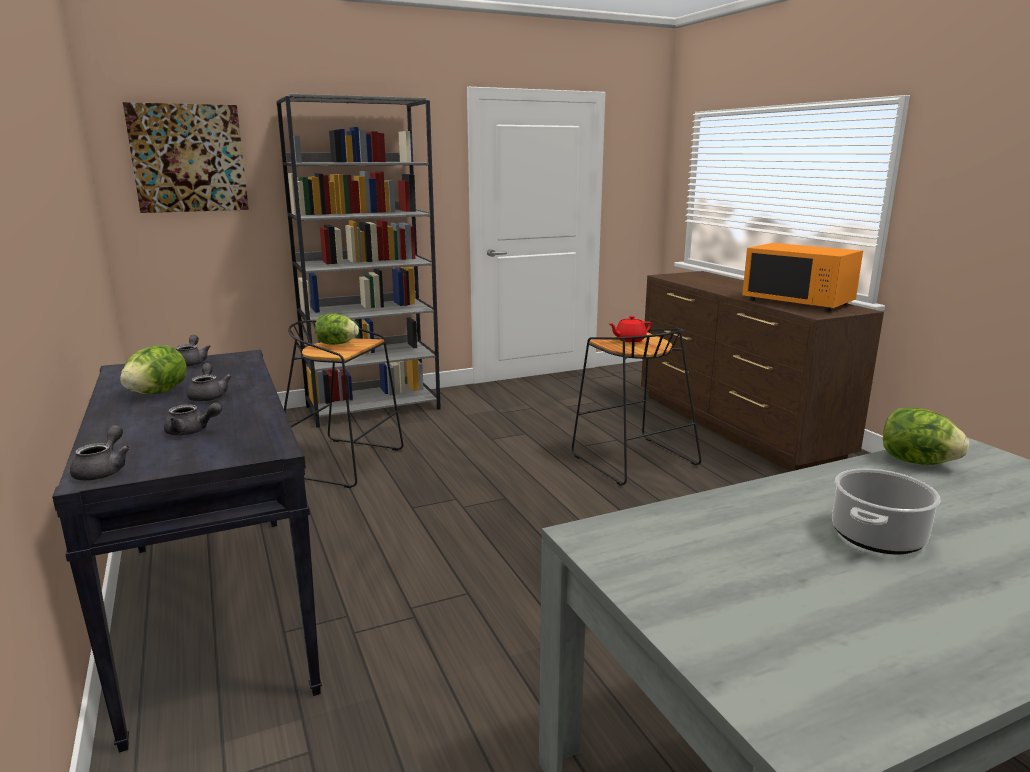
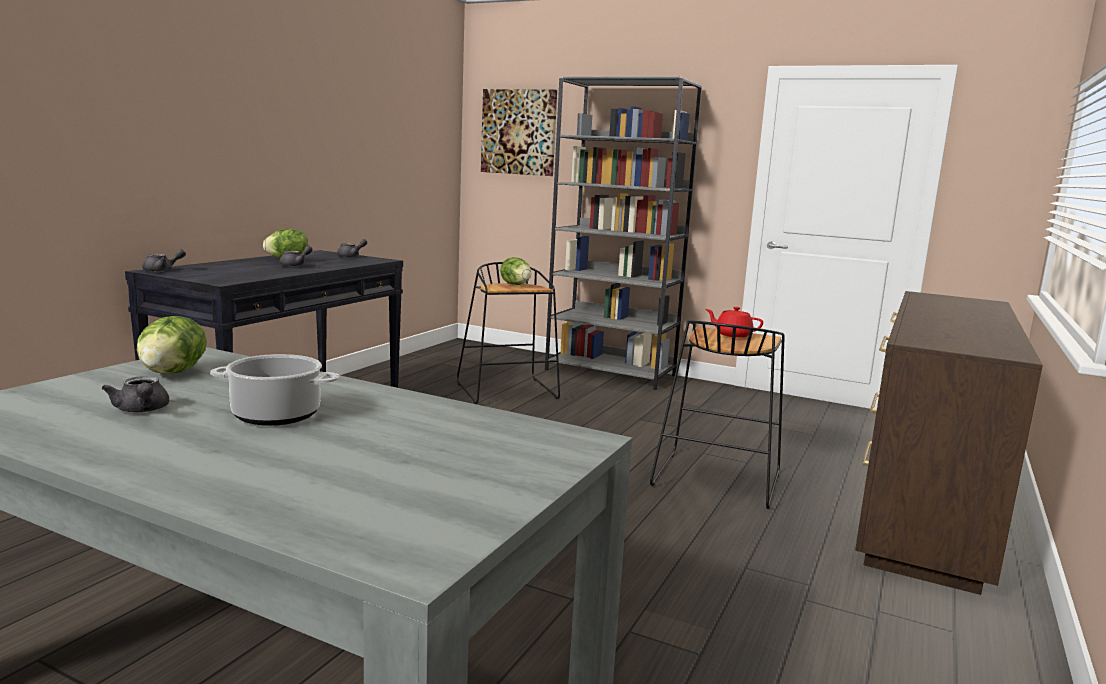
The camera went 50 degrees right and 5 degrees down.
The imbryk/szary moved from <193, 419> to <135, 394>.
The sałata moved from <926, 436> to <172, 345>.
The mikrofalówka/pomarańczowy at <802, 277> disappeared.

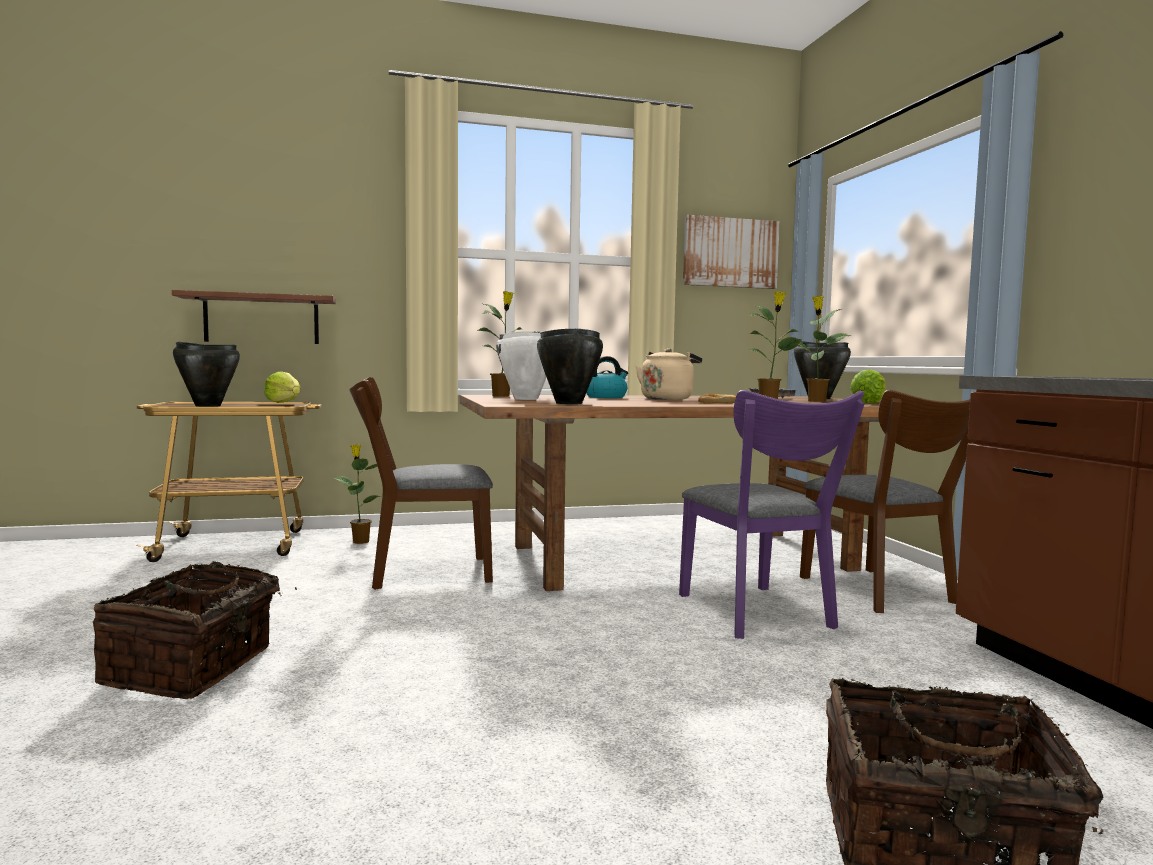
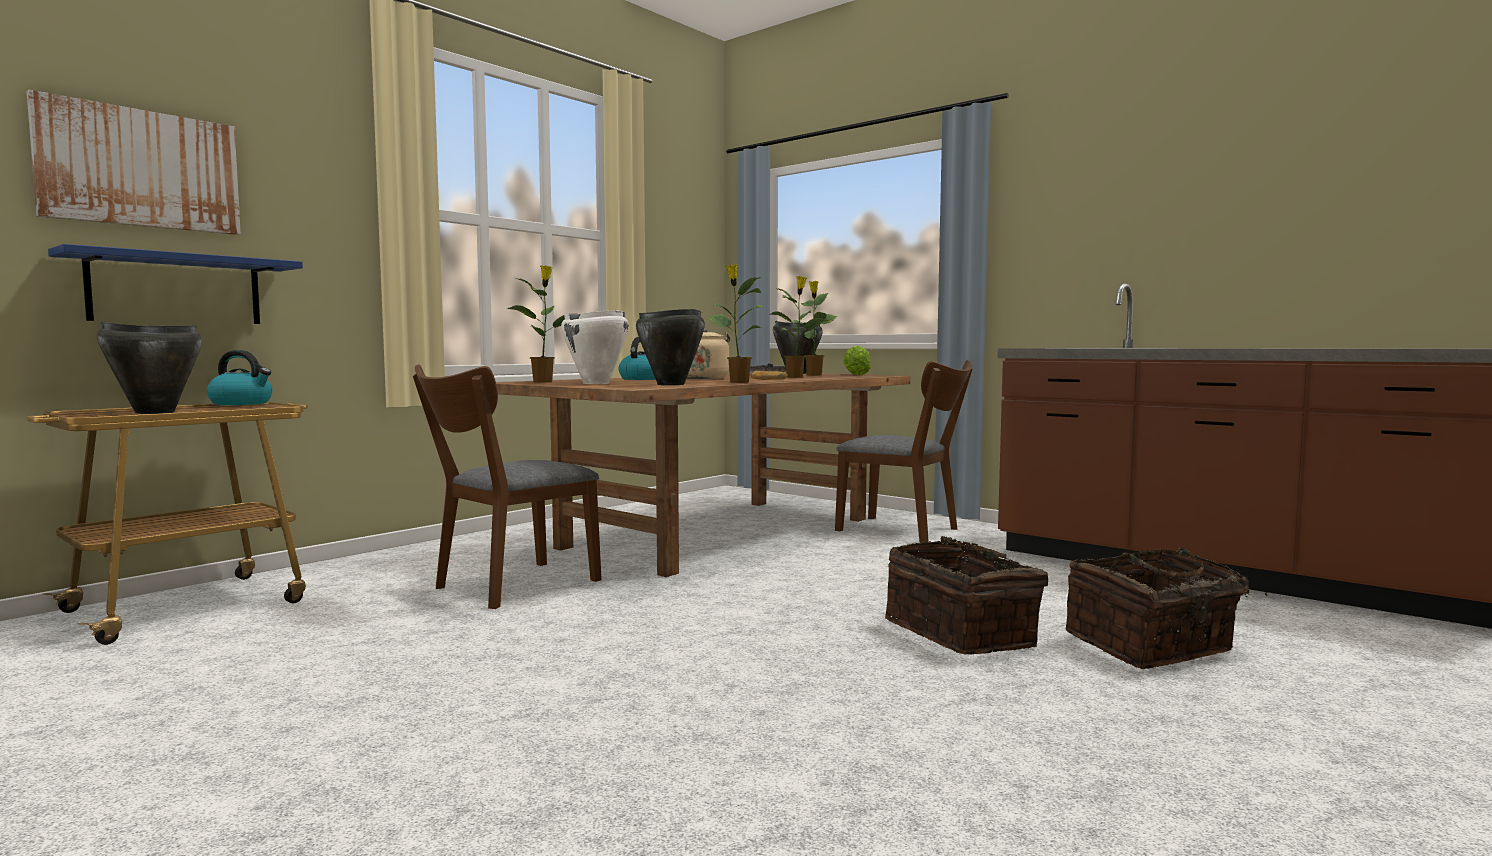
The camera went 35 degrees left and 0 degrees up.
The obraz moved from <731, 252> to <134, 162>.
The półka/brązowy at <254, 317> became the półka/niebieski at <175, 284>.
The sałata at <282, 387> was replaced by the czajnik at <239, 377>.
The roślina doniczkowa moved from <357, 494> to <735, 323>.
The koszyk moved from <195, 630> to <966, 595>.
The krzesło/fioletowy at <772, 514> disappeared.

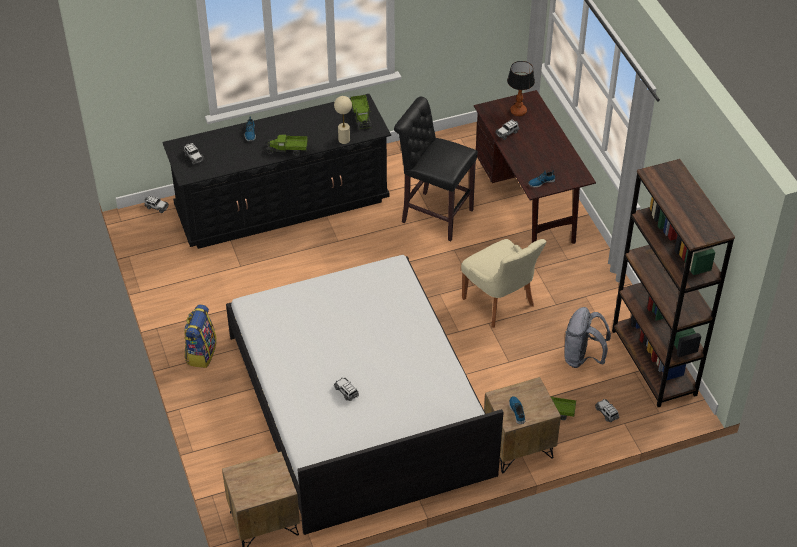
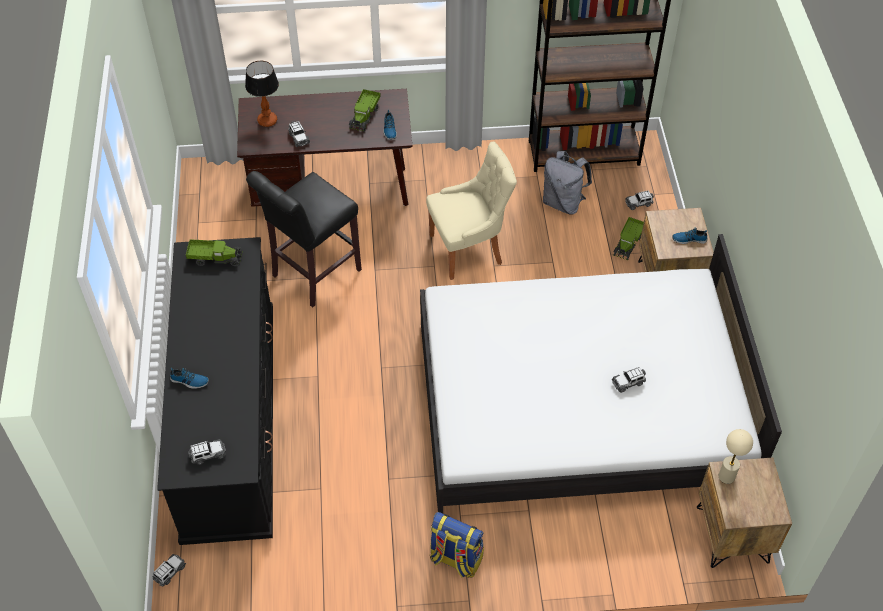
The camera went 75 degrees left and 5 degrees up.
The ciężarówka zabawkowa moved from <287, 145> to <365, 110>.
The lampa stołowa/beżowy moved from <343, 120> to <735, 456>.

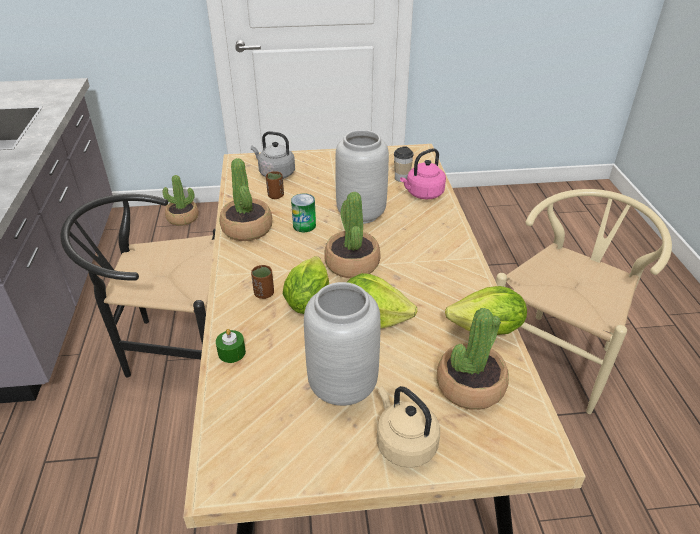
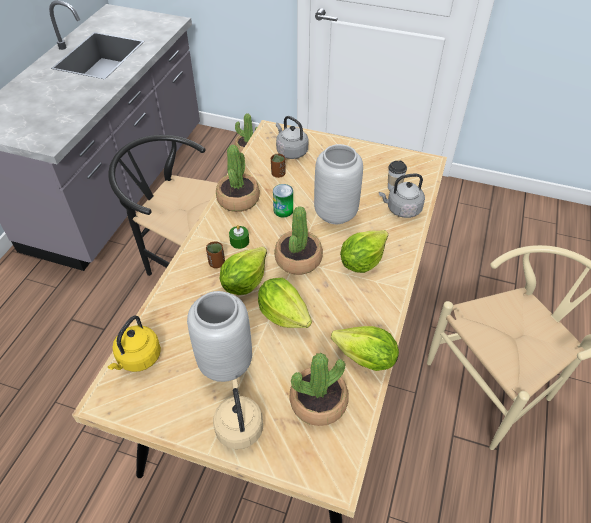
The camera went 25 degrees right and 10 degrees up.
The czajnik/żółty at <134, 344> appeared.
The świeca/zielony moved from <231, 346> to <239, 237>.
The sałata at <364, 251> appeared.
The czajnik/różowy at <423, 174> became the czajnik/szary at <402, 196>.

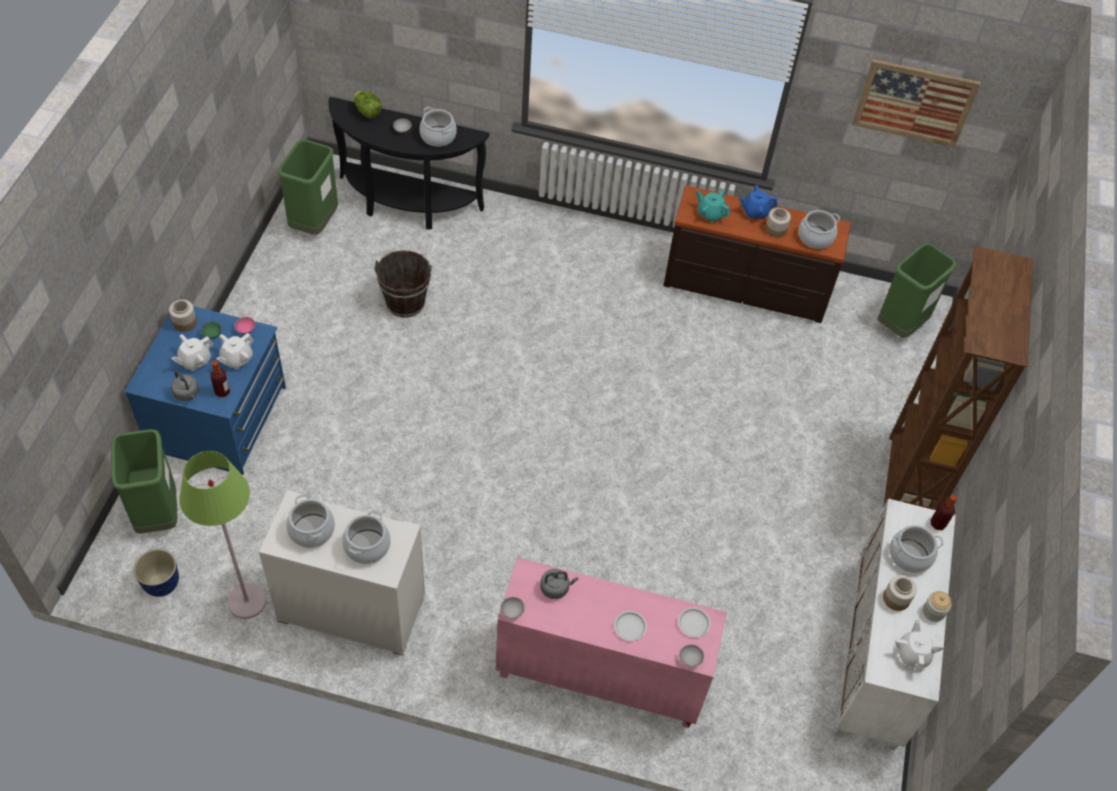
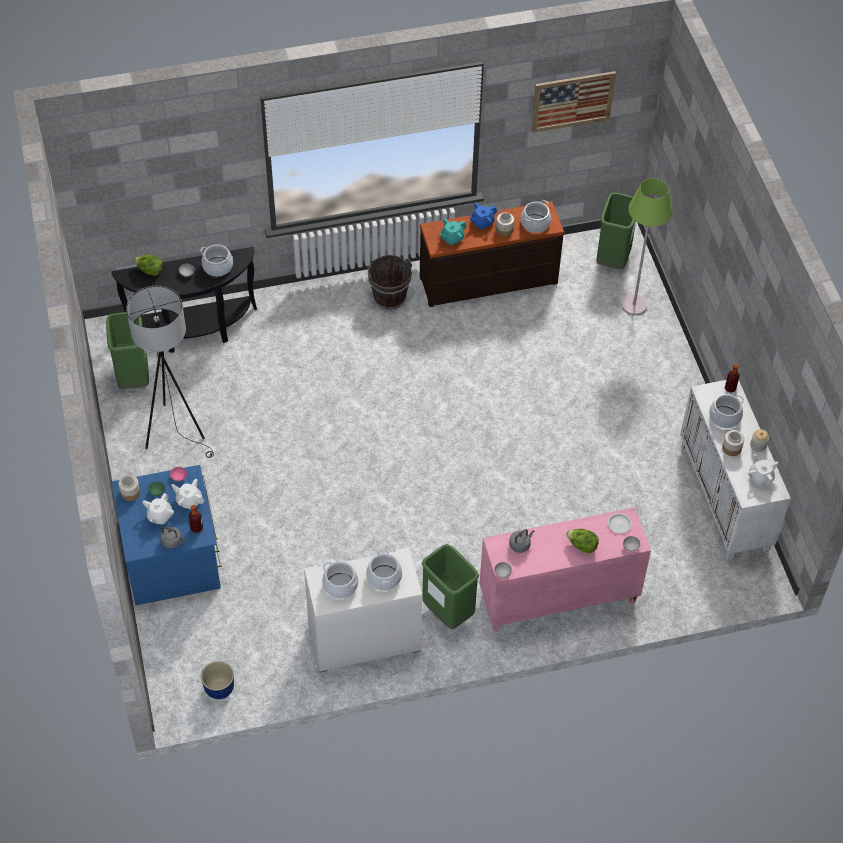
The camera went 25 degrees left and 0 degrees up.
The lampa stojąca/szary at <170, 372> appeared.
The imbryk/biały at <235, 351> turned 105 degrees clockwise.
The wiadro/brązowy moved from <403, 284> to <390, 282>.
The kosz na śmieci/zielony moved from <144, 481> to <450, 586>.
The imbryk/turkusowy at <713, 206> turned 45 degrees counterclockwise.
The talerz/biały at <630, 626> was replaced by the sałata at <582, 541>.
The lampa stojąca/zielony moved from <222, 535> to <647, 246>.
The regał/brązowy at <958, 378> disappeared.

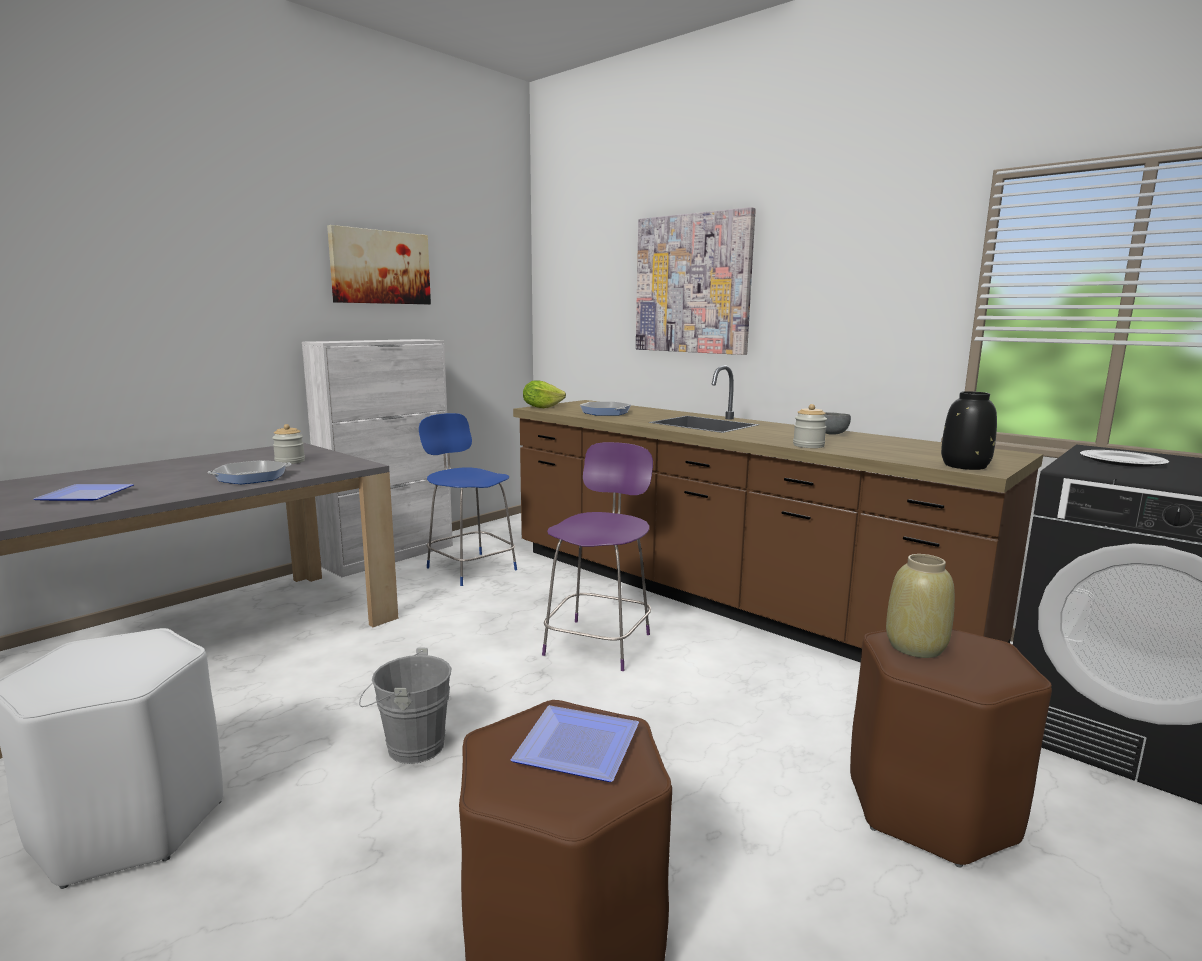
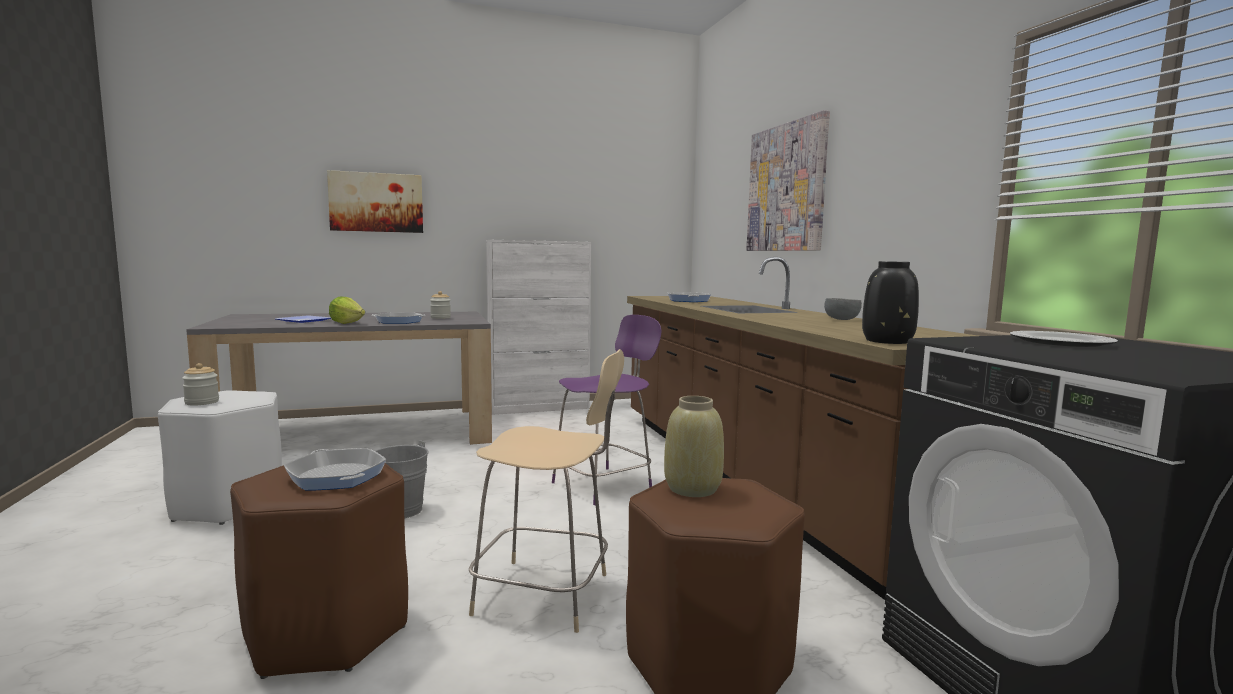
The camera went 30 degrees right and 5 degrees down.
The słoik moved from <810, 426> to <200, 384>.
The talerz at <575, 743> was replaced by the patelnia at <335, 469>.
The obraz moved from <379, 264> to <375, 201>.
The sałata moved from <544, 394> to <347, 310>.
The krzesło/beżowy at <546, 491> appeared.
The krzesło/niebieski at <468, 499> disappeared.

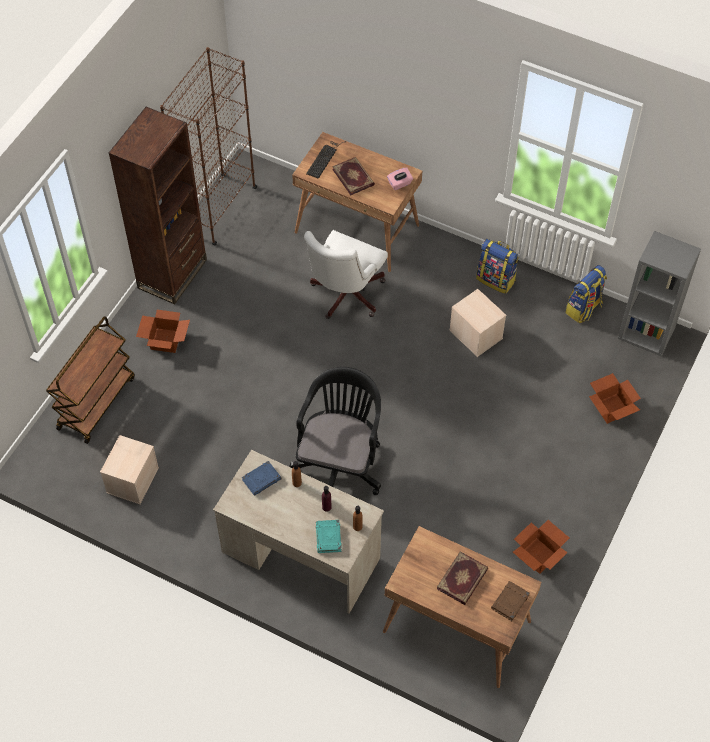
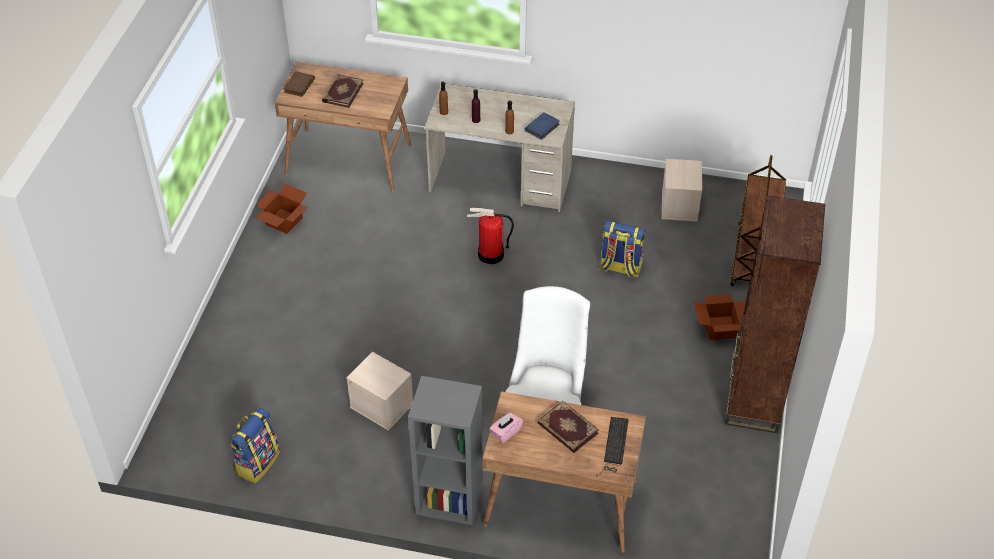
The camera went 165 degrees right and 10 degrees down.
The regał/szary moved from <659, 293> to <445, 450>.
The krzesło biurowe/czarny at <335, 431> was replaced by the gaśnica at <490, 236>.
The plecak moved from <497, 266> to <623, 249>.
The regał/brązowy at <208, 146> disappeared.
The książka/turkusowy at <329, 536> disappeared.
The karton at <615, 398> disappeared.

